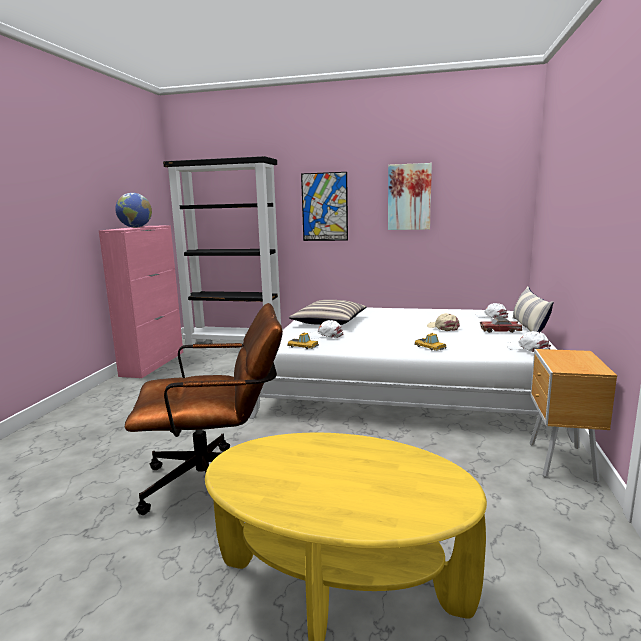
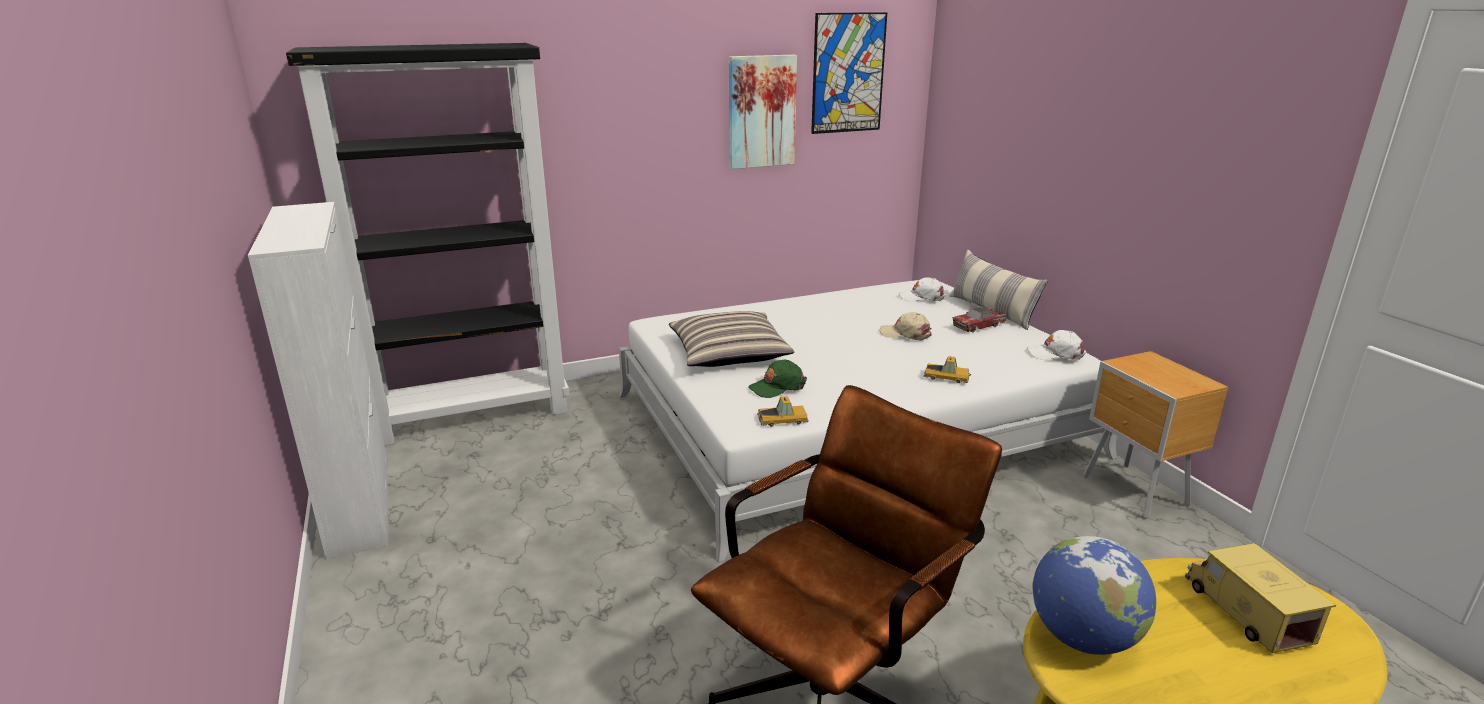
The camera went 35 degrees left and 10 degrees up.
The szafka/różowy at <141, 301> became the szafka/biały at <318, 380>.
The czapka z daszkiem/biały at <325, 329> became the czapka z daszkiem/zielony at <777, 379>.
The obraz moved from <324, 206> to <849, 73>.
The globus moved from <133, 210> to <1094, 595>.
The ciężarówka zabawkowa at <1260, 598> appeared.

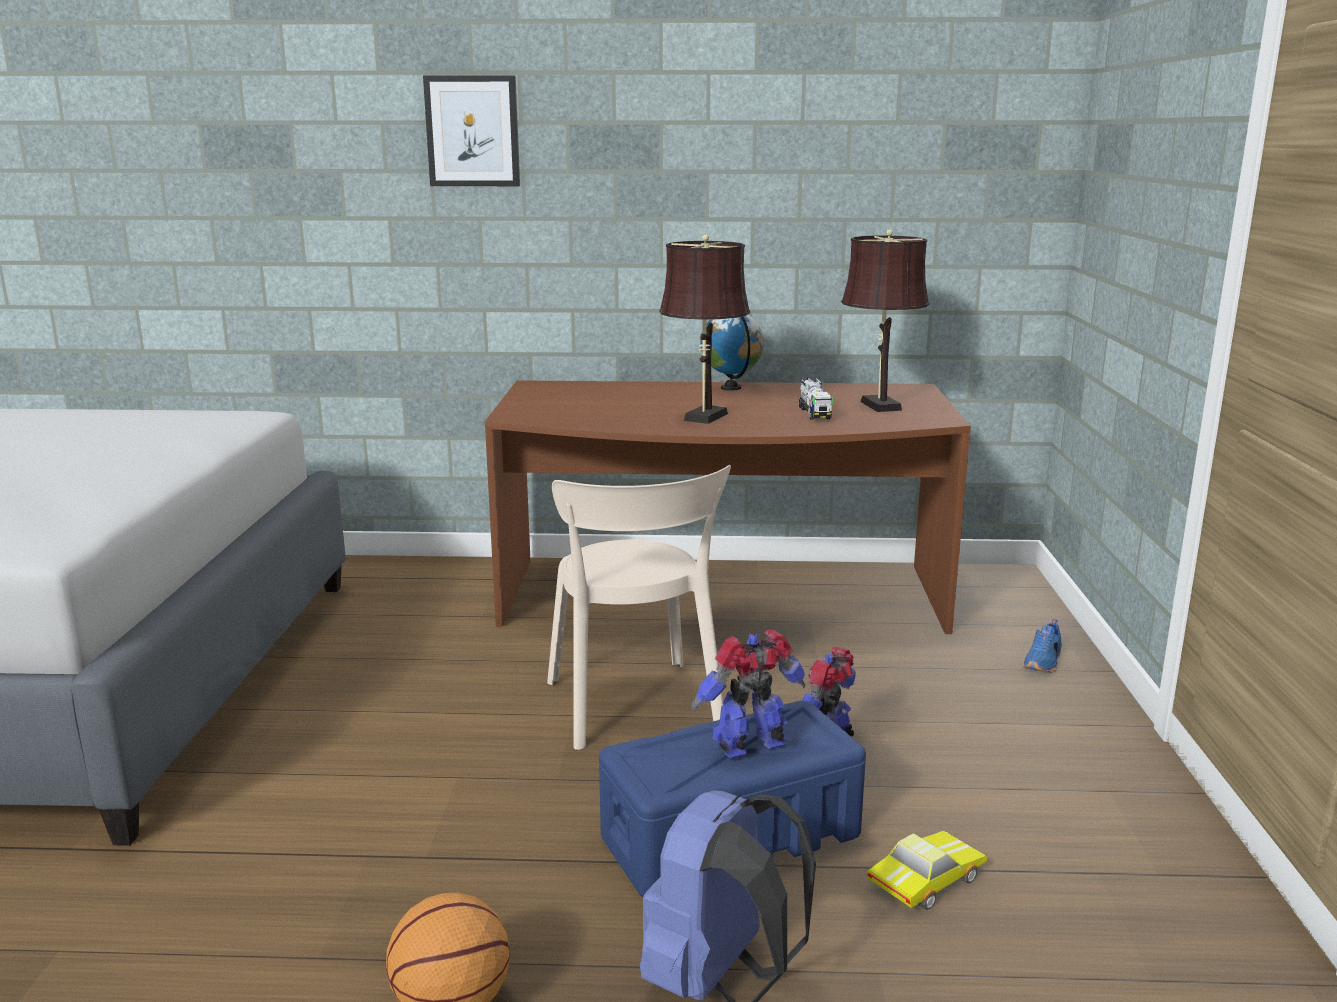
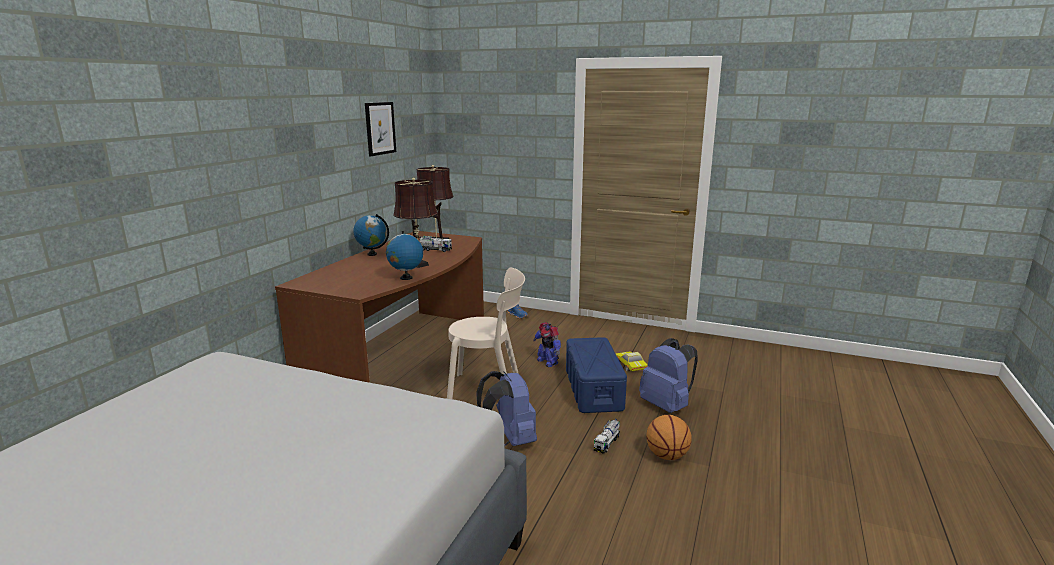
The camera went 70 degrees left and 0 degrees up.
The obraz moved from <471, 130> to <380, 129>.
The globus at <404, 255> appeared.
The plecak/niebieski at <506, 409> appeared.
The ciężarówka zabawkowa at <607, 436> appeared.
The robot zabawkowy at <748, 694> disappeared.

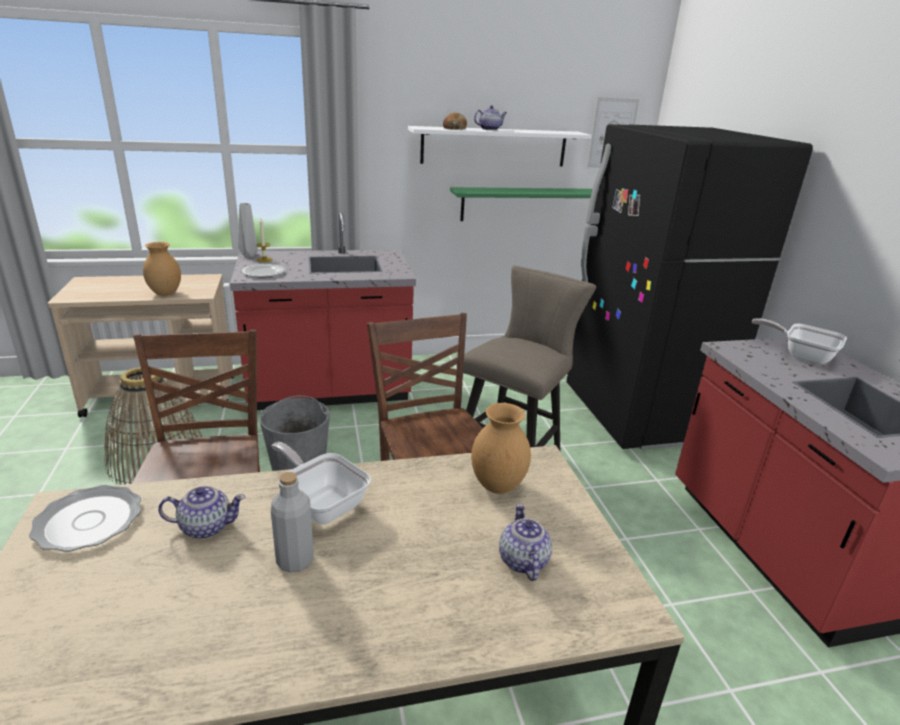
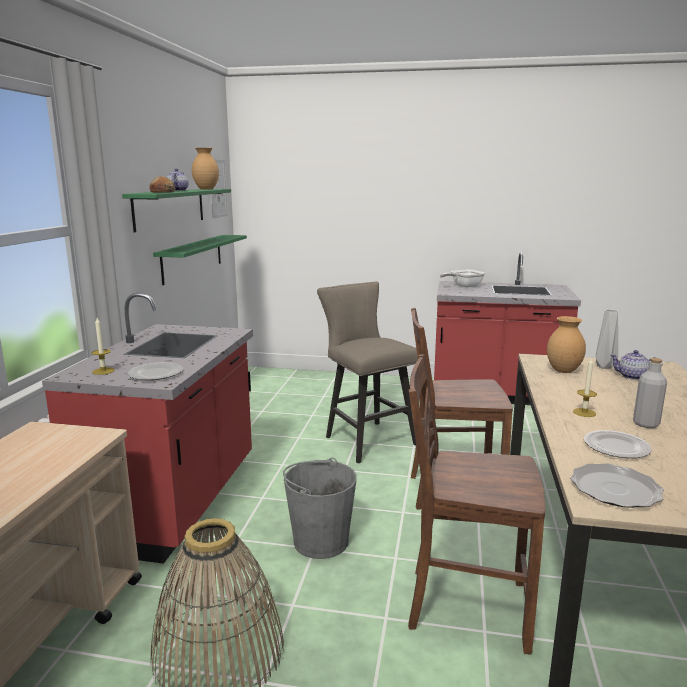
The camera went 65 degrees left and 10 degrees down.
The półka/biały at <500, 146> became the półka/zielony at <176, 210>.
The wazon/brązowy moved from <162, 269> to <205, 168>.
The patelnia at <321, 483> was replaced by the świeca at <585, 387>.
The imbryk at <202, 512> was replaced by the talerz at <618, 444>.
The wazon/szary moved from <248, 230> to <607, 339>.
The lodówka/czarny at <689, 287> disappeared.

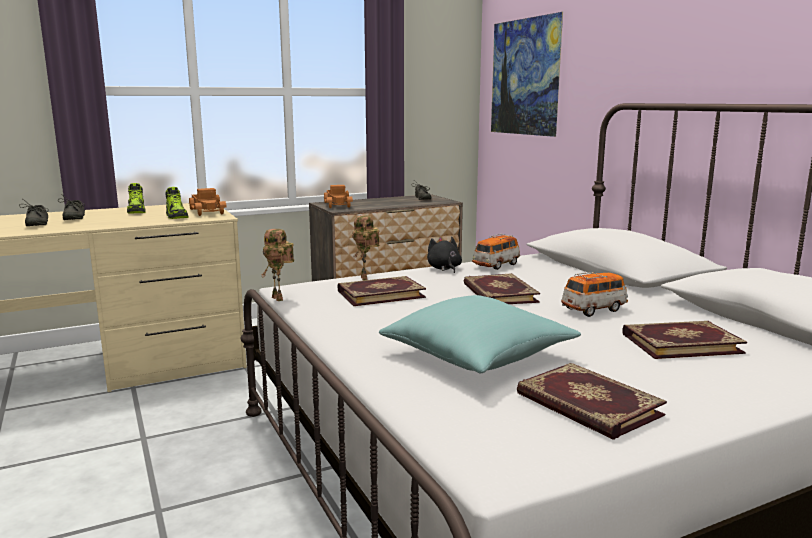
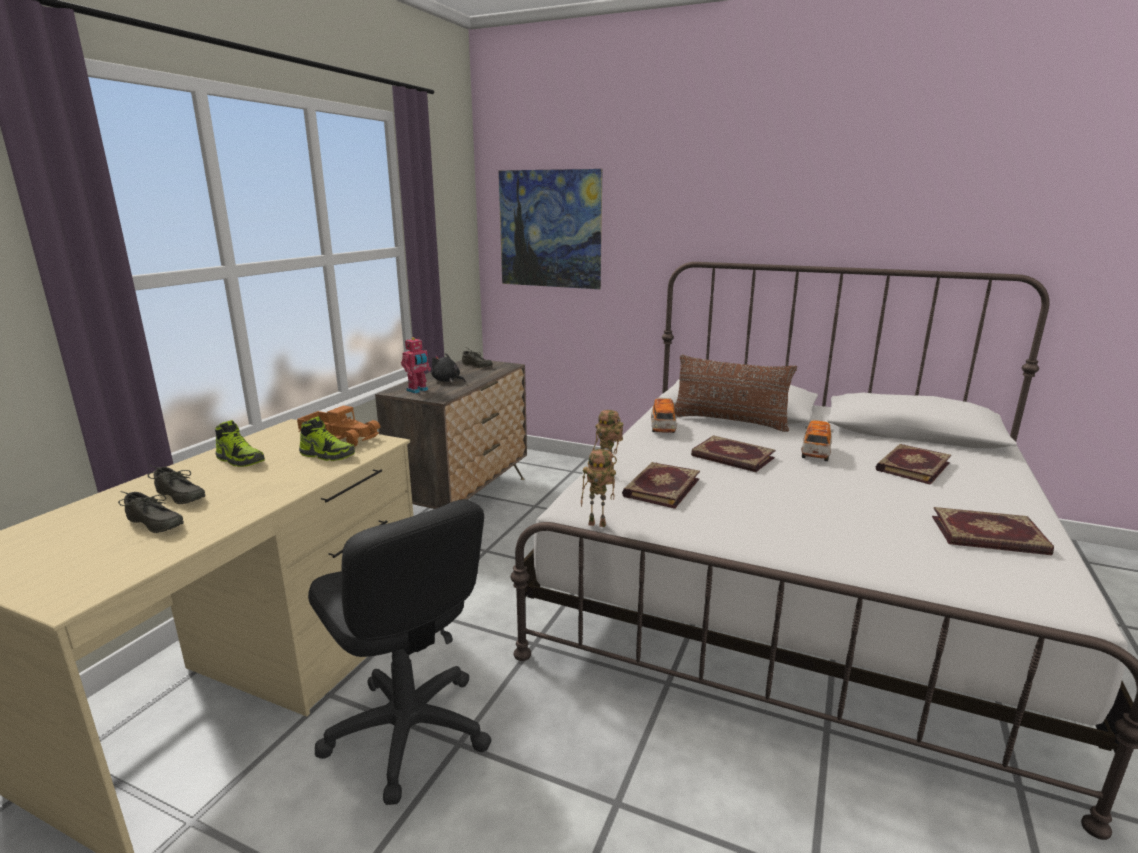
The camera went 40 degrees left and 5 degrees up.
The krzesło biurowe/czarny at <399, 652> appeared.
The ciężarówka zabawkowa at <338, 196> was replaced by the robot zabawkowy at <416, 365>.
The pluszak/czarny moved from <444, 255> to <448, 368>.
The poduszka/brązowy at <735, 393> appeared.
The poduszka/turkusowy at <480, 334> disappeared.

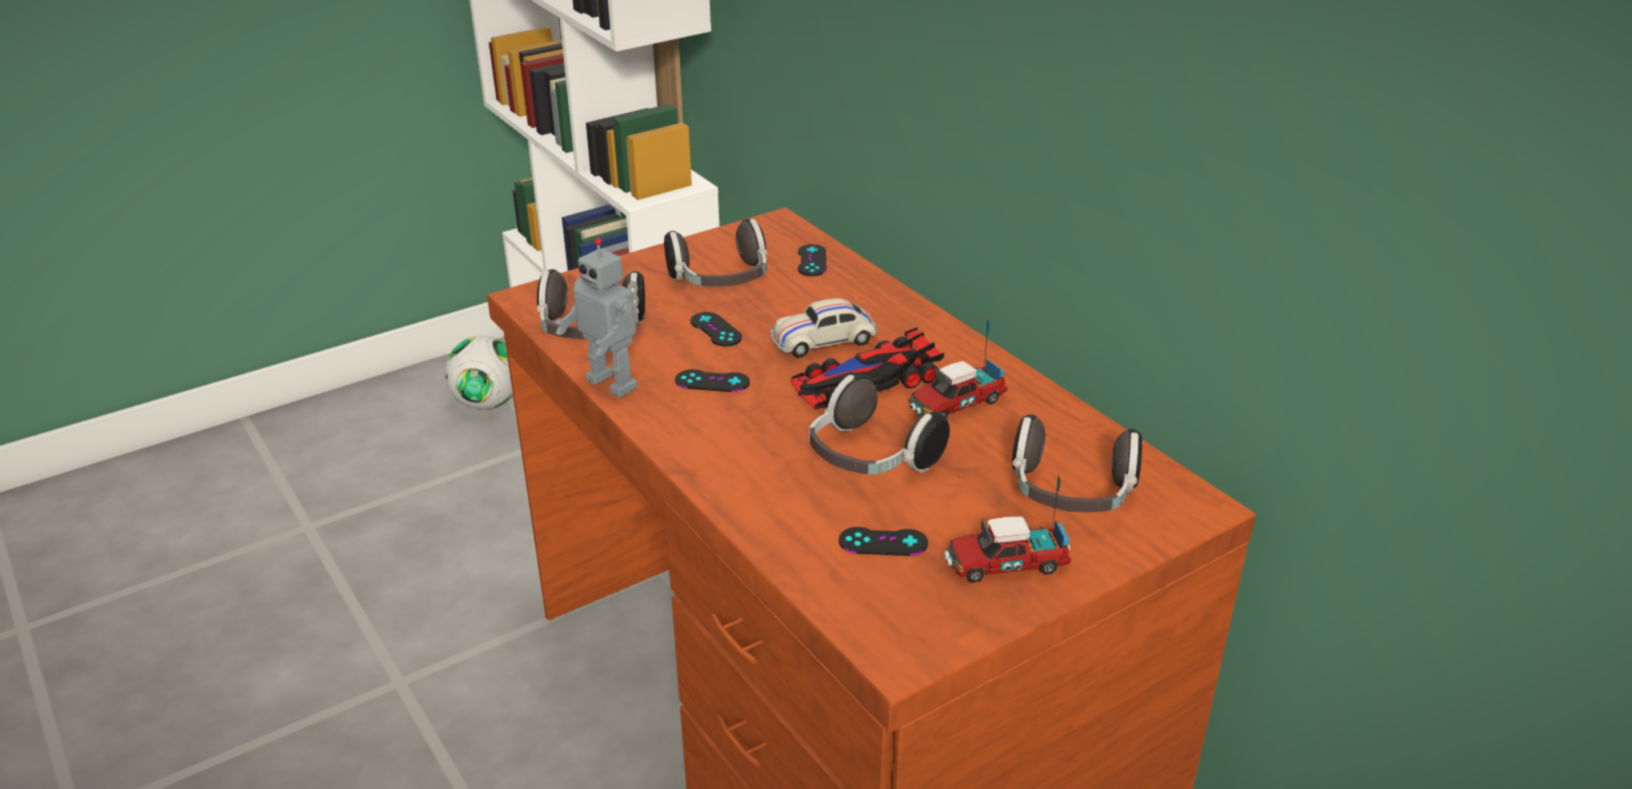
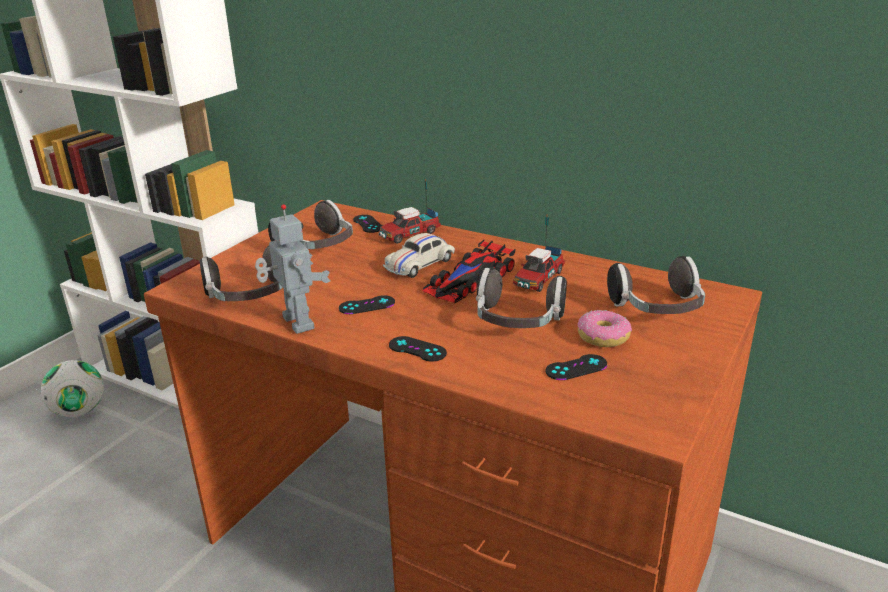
The camera went 25 degrees left and 5 degrees down.
The robot zabawkowy at <596, 318> turned 135 degrees counterclockwise.
The ciężarówka zabawkowa moved from <1007, 528> to <410, 211>.
The pad do gier/czarny moved from <716, 329> to <418, 349>.
The donut at <604, 328> appeared.

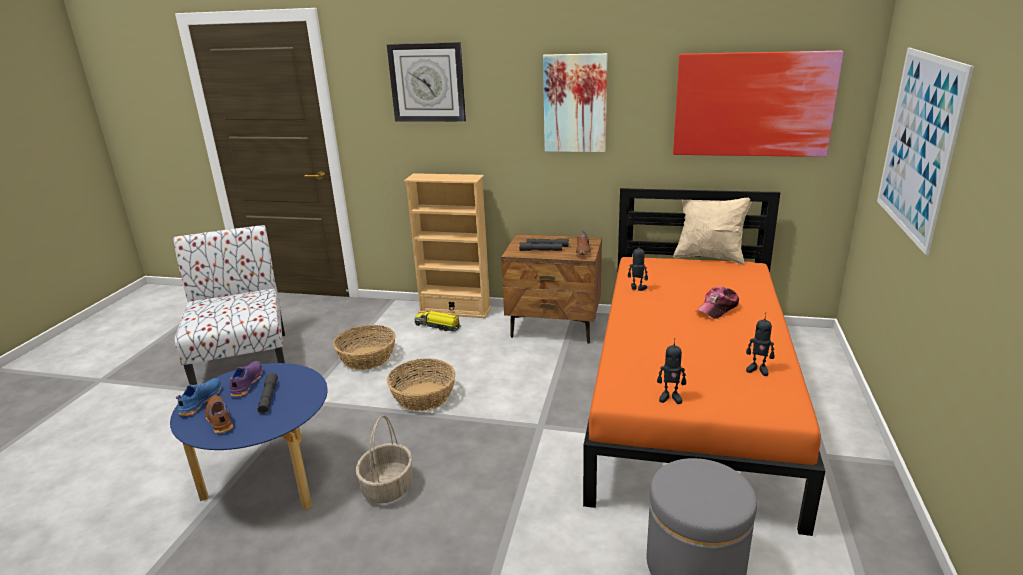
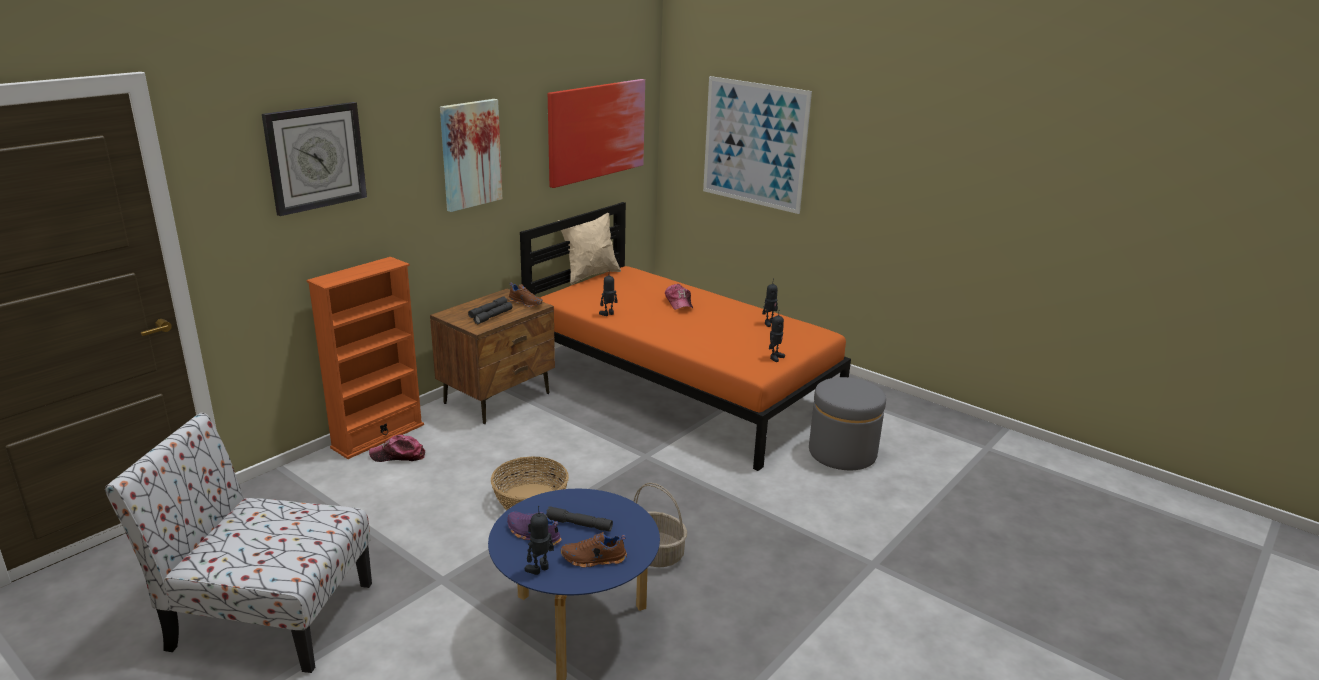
The camera went 65 degrees left and 0 degrees up.
The regał/beżowy at <447, 245> became the regał/pomarańczowy at <365, 358>.
The ciężarówka zabawkowa at <438, 321> was replaced by the czapka z daszkiem at <397, 448>.
The but/niebieski at <198, 397> was replaced by the robot zabawkowy at <539, 540>.
The koszyk at <364, 347> disappeared.

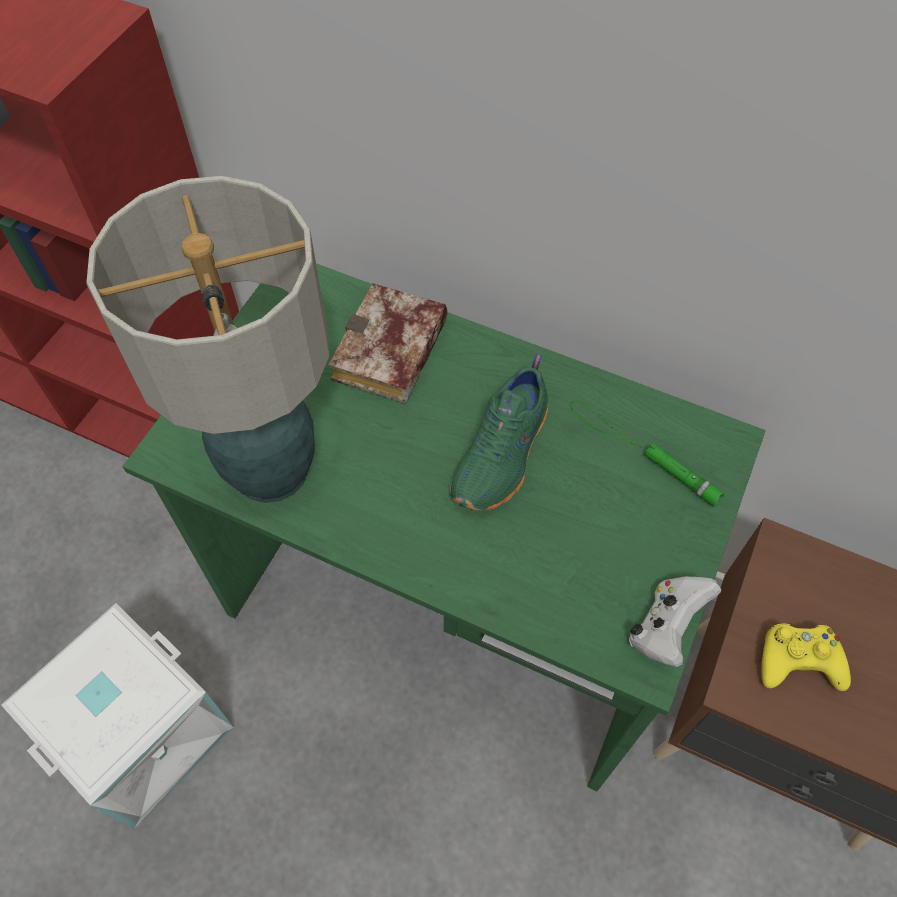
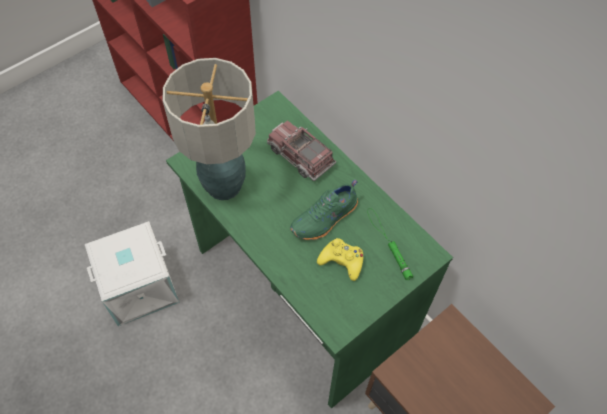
The camera went 25 degrees right and 0 degrees up.
The książka at <388, 343> was replaced by the ciężarówka zabawkowa at <301, 150>.
The pad do gier/żółty moved from <806, 657> to <340, 259>.
The pad do gier/biały at <675, 621> disappeared.

